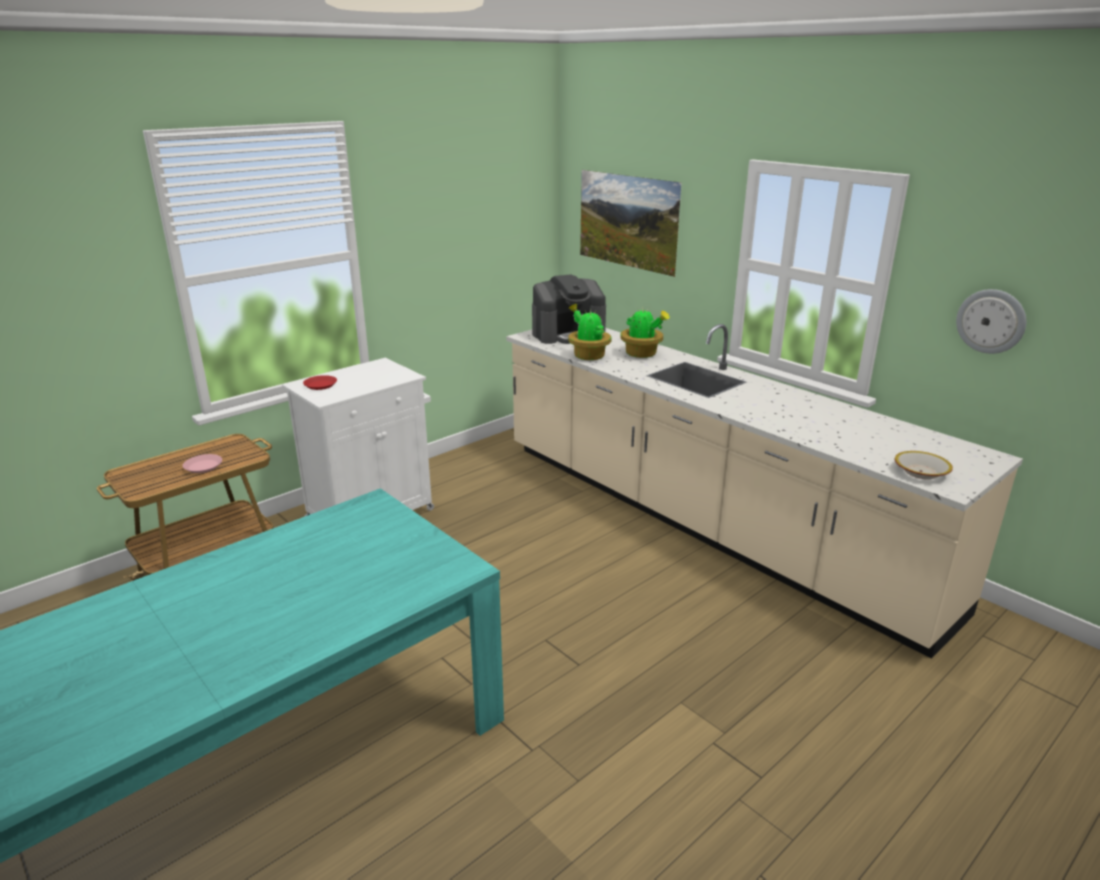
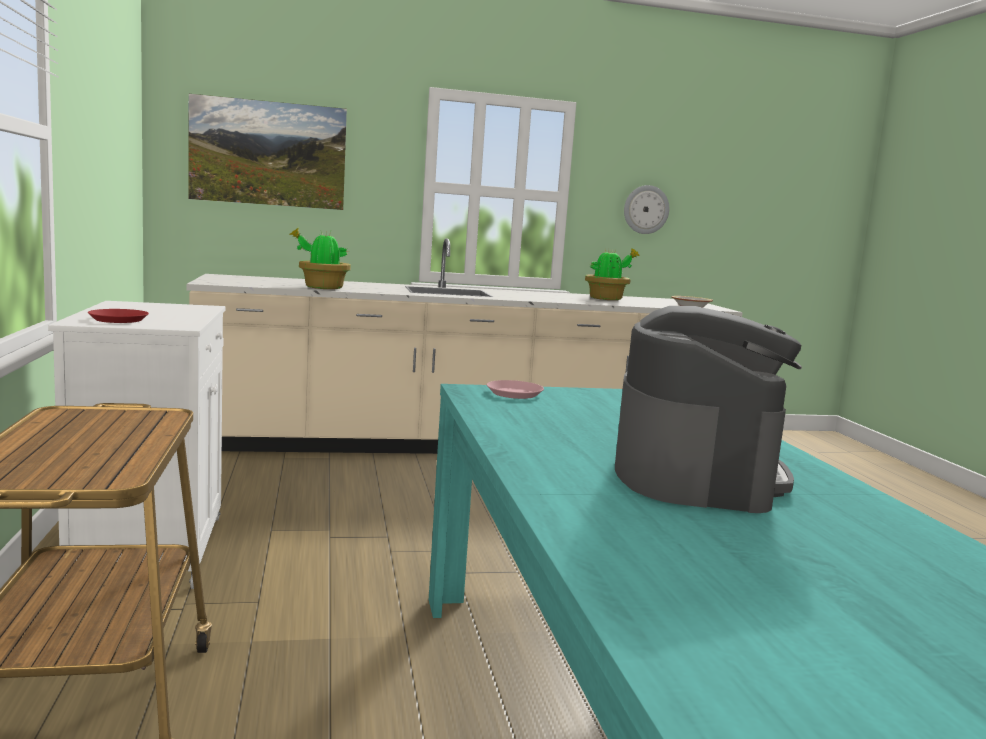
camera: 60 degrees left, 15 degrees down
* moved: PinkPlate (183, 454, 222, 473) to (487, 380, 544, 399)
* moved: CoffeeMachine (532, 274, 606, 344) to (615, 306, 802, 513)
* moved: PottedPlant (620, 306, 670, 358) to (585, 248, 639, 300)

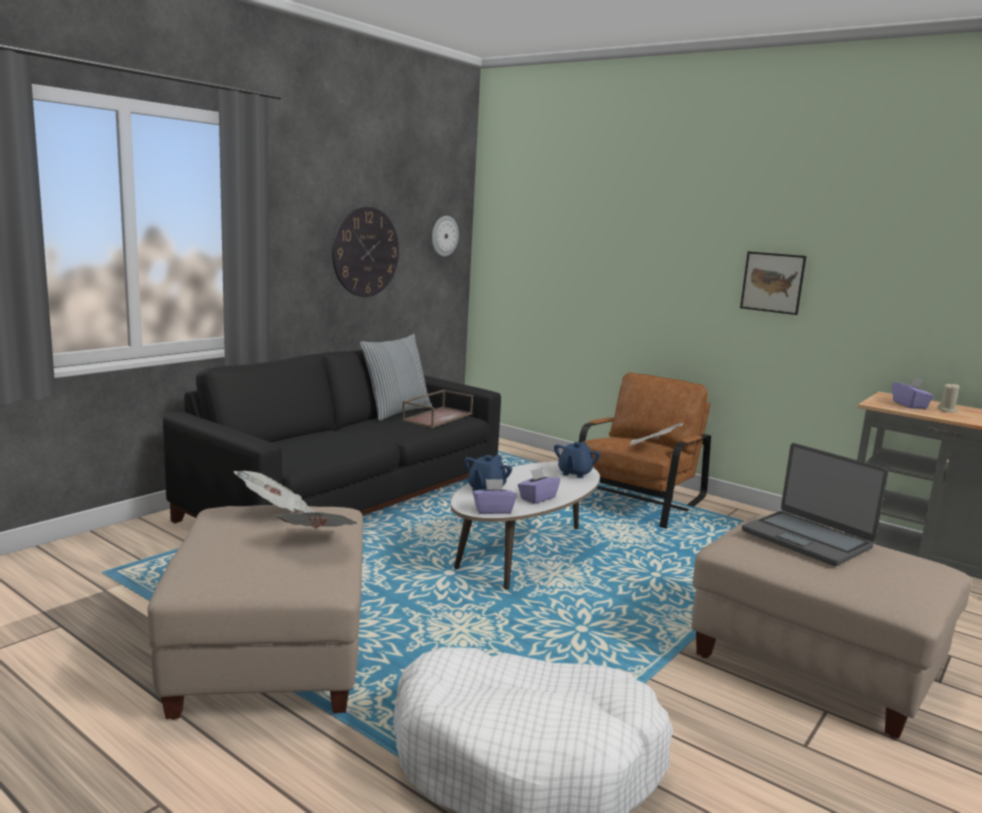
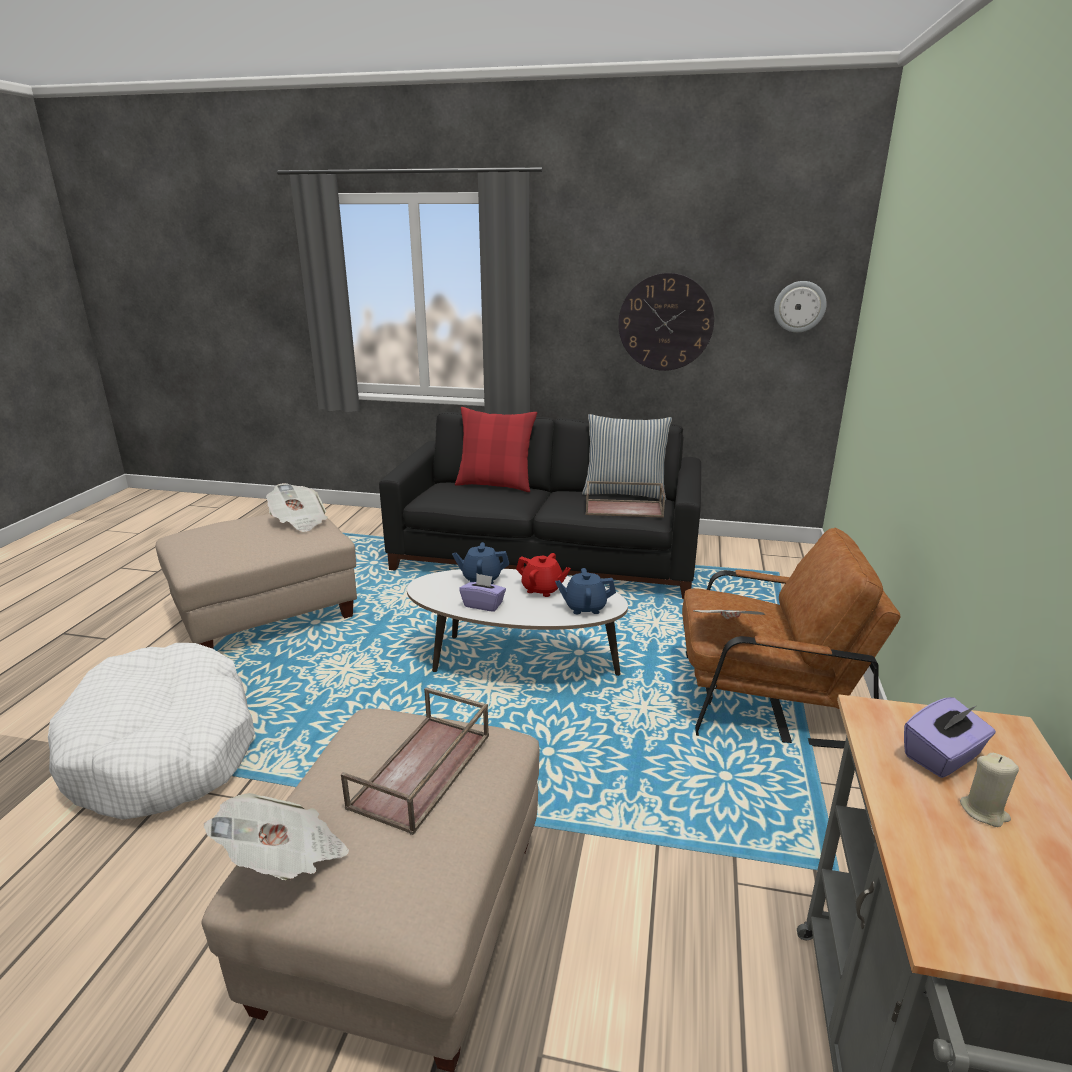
camera: 65 degrees right, 10 degrees up
* moved: Newspaper (275, 512, 357, 528) to (204, 793, 349, 880)
* removed: PurpleTissueBox (472, 479, 517, 514)
* removed: Picture (740, 251, 807, 315)
* replaced: Laptop (742, 443, 888, 566) to BrownTray (341, 687, 489, 835)
* added: RedPillow (455, 407, 537, 492)
* added: RedTeapot (516, 553, 571, 597)

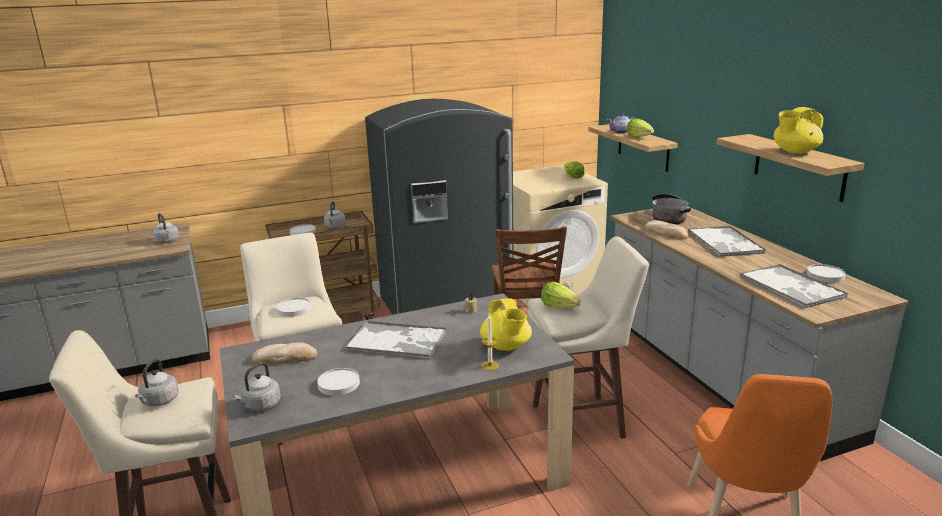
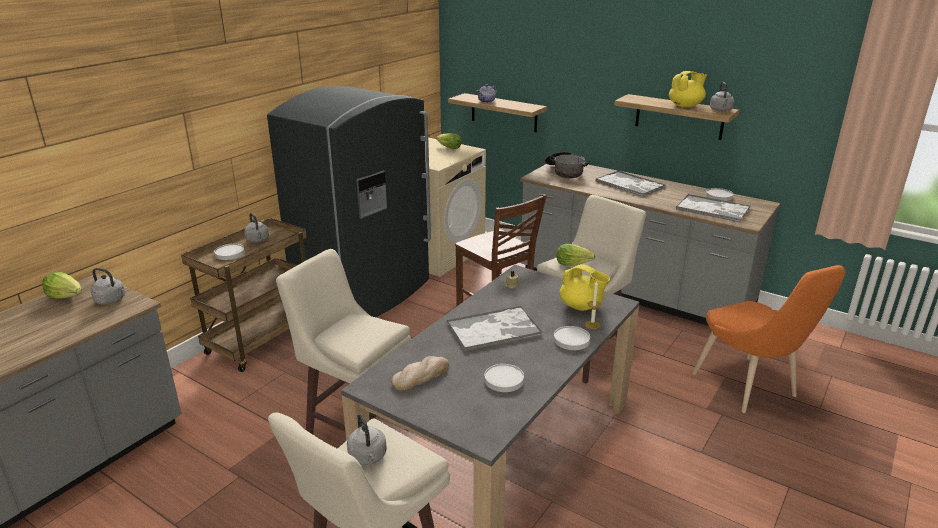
camera: 35 degrees left, 5 degrees up
* moved: GreyKettle (233, 362, 281, 411) to (710, 82, 734, 112)
* moved: WhitePlate (277, 298, 311, 317) to (554, 326, 590, 350)
* moved: Lettuce (626, 118, 654, 137) to (42, 272, 82, 299)
* removed: Bread (644, 220, 689, 240)
* turned: YellowTeapot (774, 107, 824, 154) = (669, 71, 707, 107) 150 degrees counterclockwise

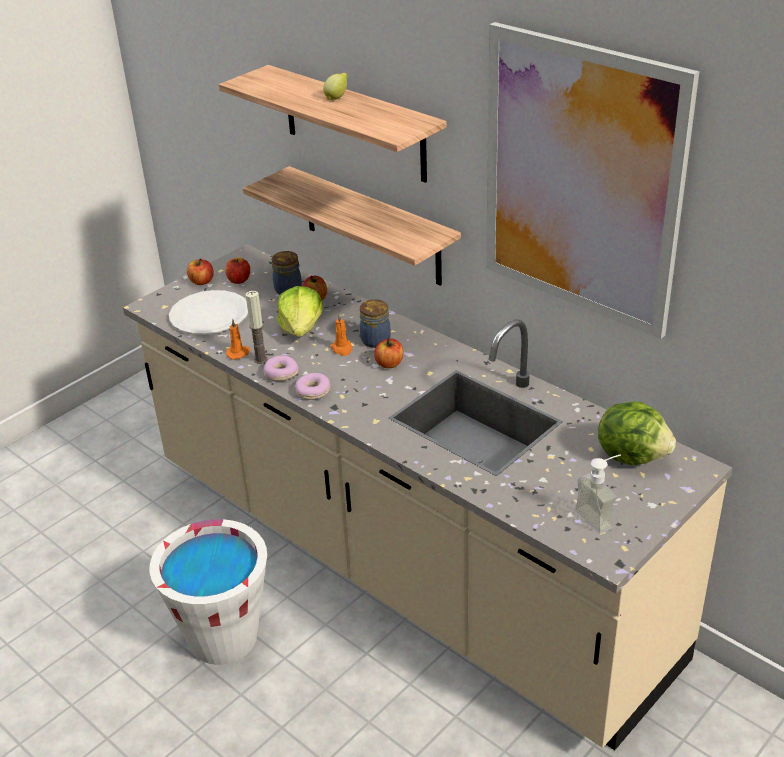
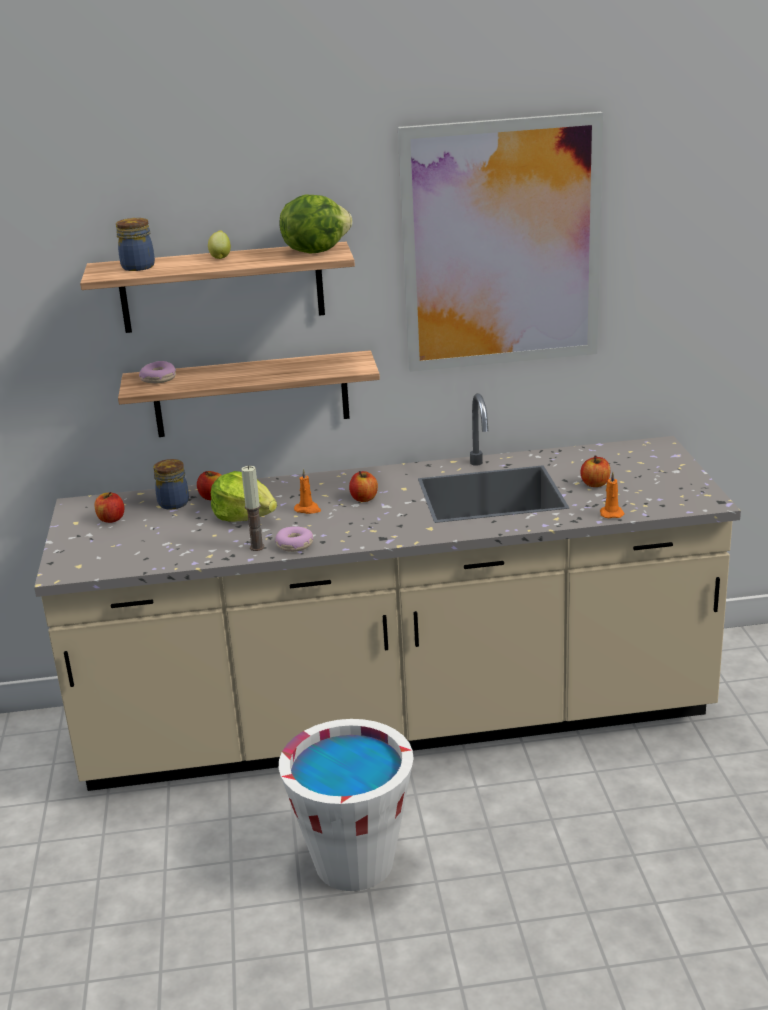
camera: 50 degrees left, 10 degrees down
* removed: WhitePlate (169, 290, 248, 334)
* moved: Apple (187, 258, 214, 285) to (581, 456, 610, 487)
* moved: OrangeCandle (226, 319, 250, 360) to (600, 472, 624, 518)
* moved: Donut (295, 373, 330, 400) to (139, 361, 176, 383)
* moved: Jar (360, 299, 391, 348) to (116, 218, 155, 271)
* removed: SoapDispenser (575, 454, 621, 534)
* moved: Lettuce (598, 401, 676, 465) to (280, 195, 352, 254)

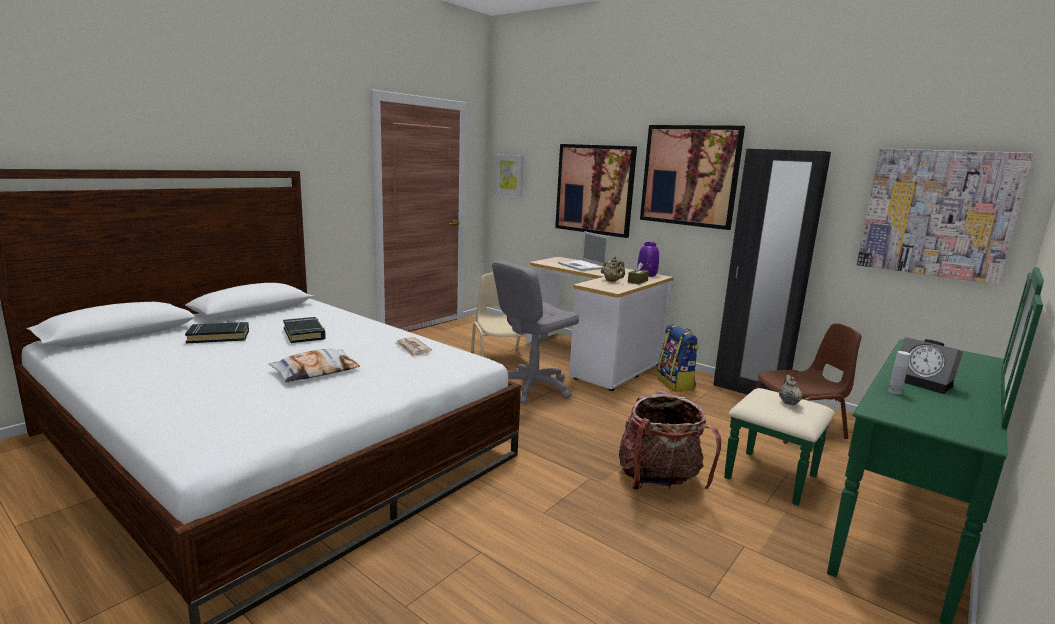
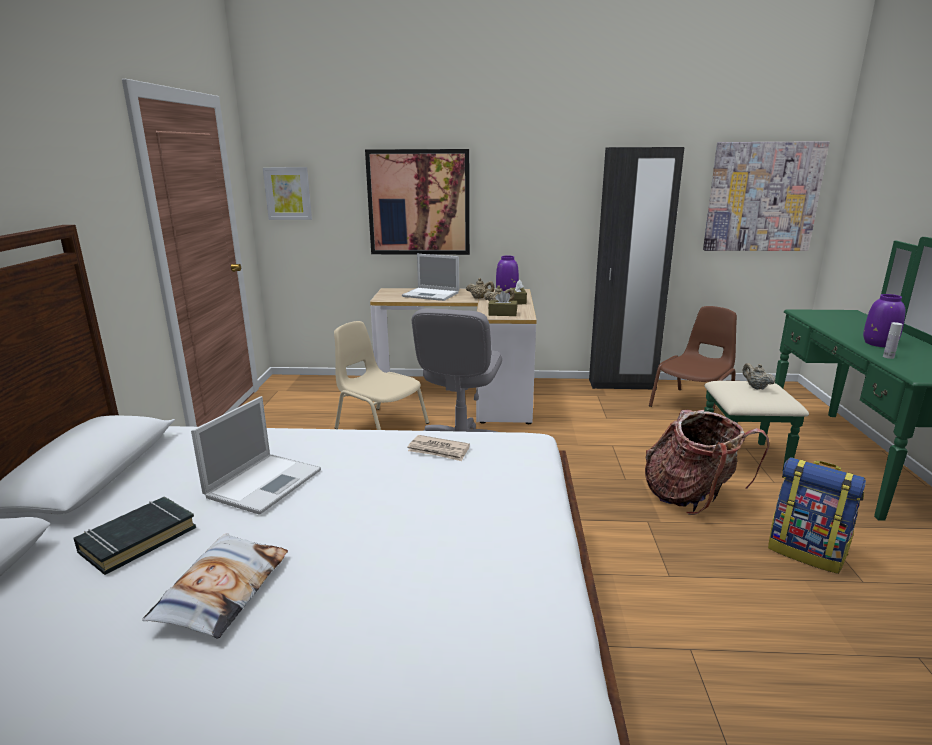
camera: 35 degrees left, 5 degrees up
* moved: Pillow (268, 348, 360, 383) to (142, 533, 288, 639)
* replaced: BlackBook (283, 317, 326, 343) to Laptop (191, 396, 321, 515)
* removed: Picture (640, 125, 745, 230)
* moved: Backpack (657, 324, 699, 392) to (768, 457, 866, 574)
* replaced: AlarmClock (901, 337, 963, 394) to PurpleVase (863, 294, 905, 347)
* added: BrownTissueBox (488, 291, 517, 316)

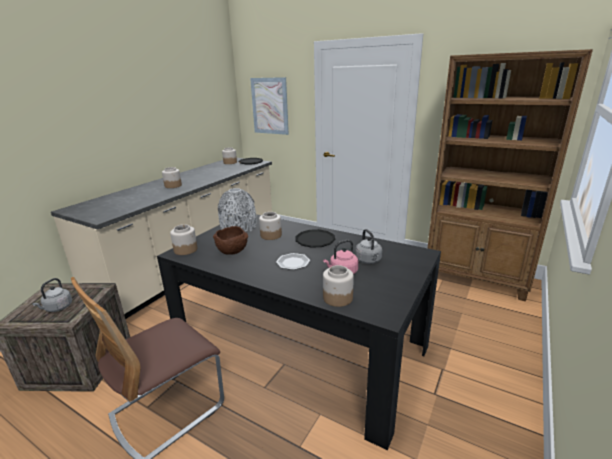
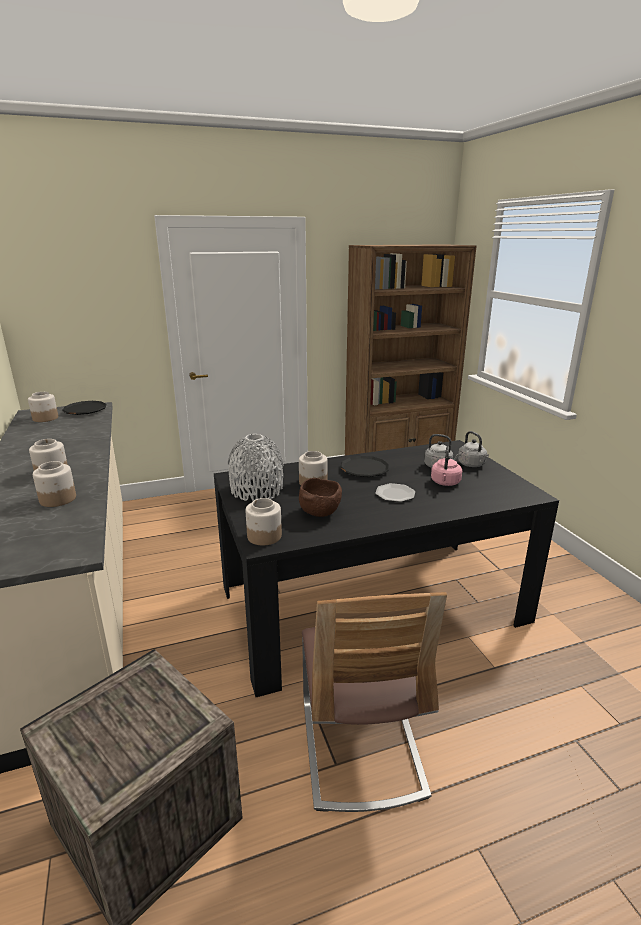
camera: 50 degrees left, 0 degrees up
* moved: GreyKettle (32, 278, 72, 312) to (458, 431, 489, 467)
* removed: Picture (250, 77, 289, 135)
* moved: Jar (323, 265, 354, 307) to (33, 461, 76, 507)

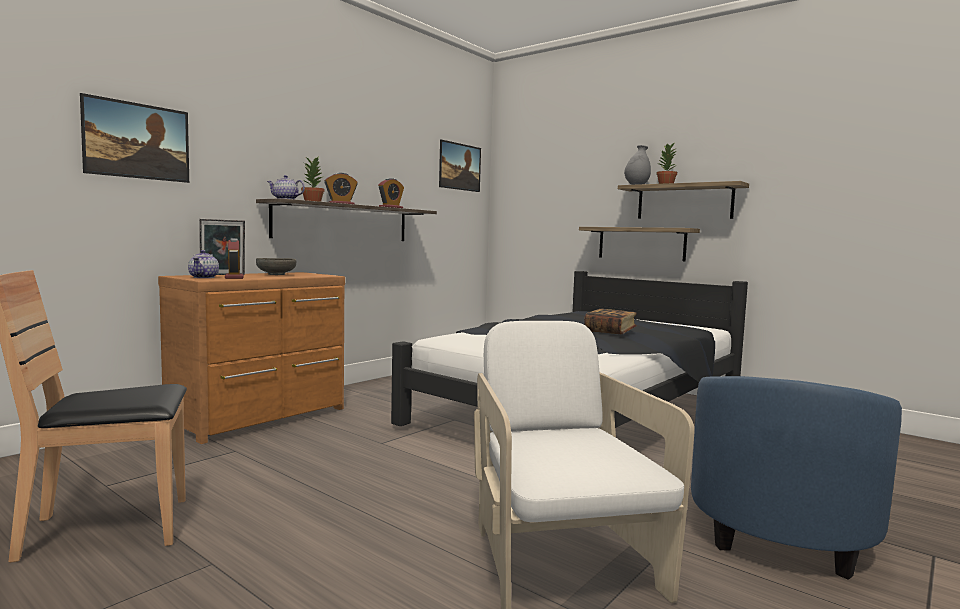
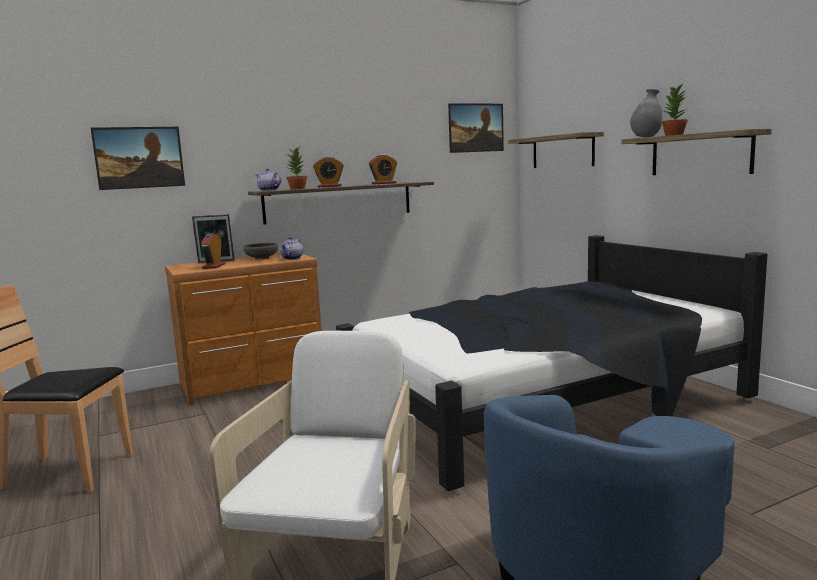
camera: 25 degrees right, 5 degrees up
* moved: Teapot (188, 250, 219, 278) to (280, 237, 303, 260)
* moved: Shelf (579, 227, 700, 261) to (508, 132, 604, 168)
* removed: Book (584, 309, 637, 334)

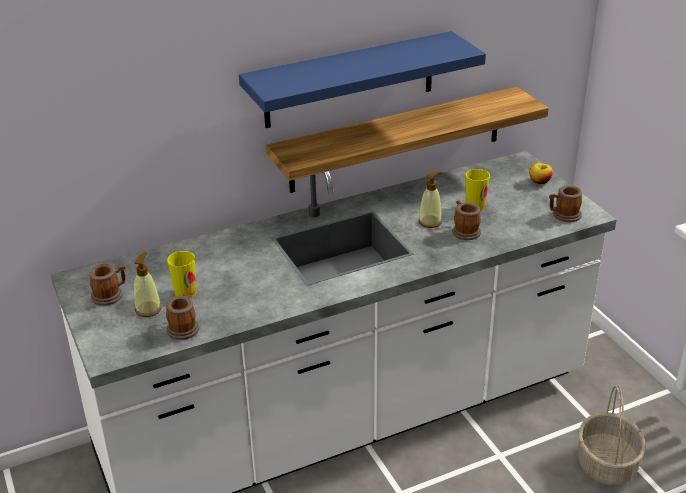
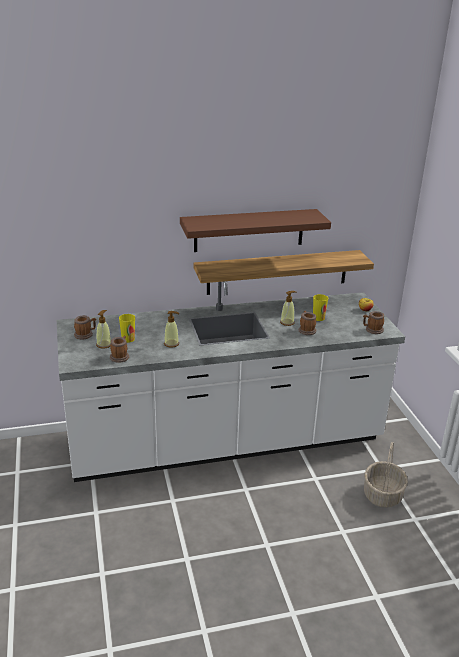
camera: 10 degrees right, 5 degrees down
* recoloured: BlueShelf (239, 31, 486, 128) to BrownShelf (180, 209, 331, 252)
* added: SoapDispenser (164, 311, 179, 348)

